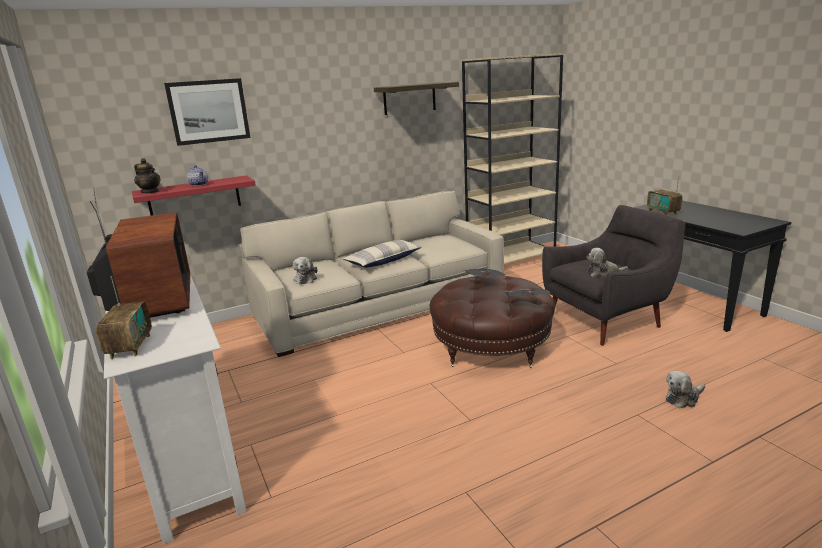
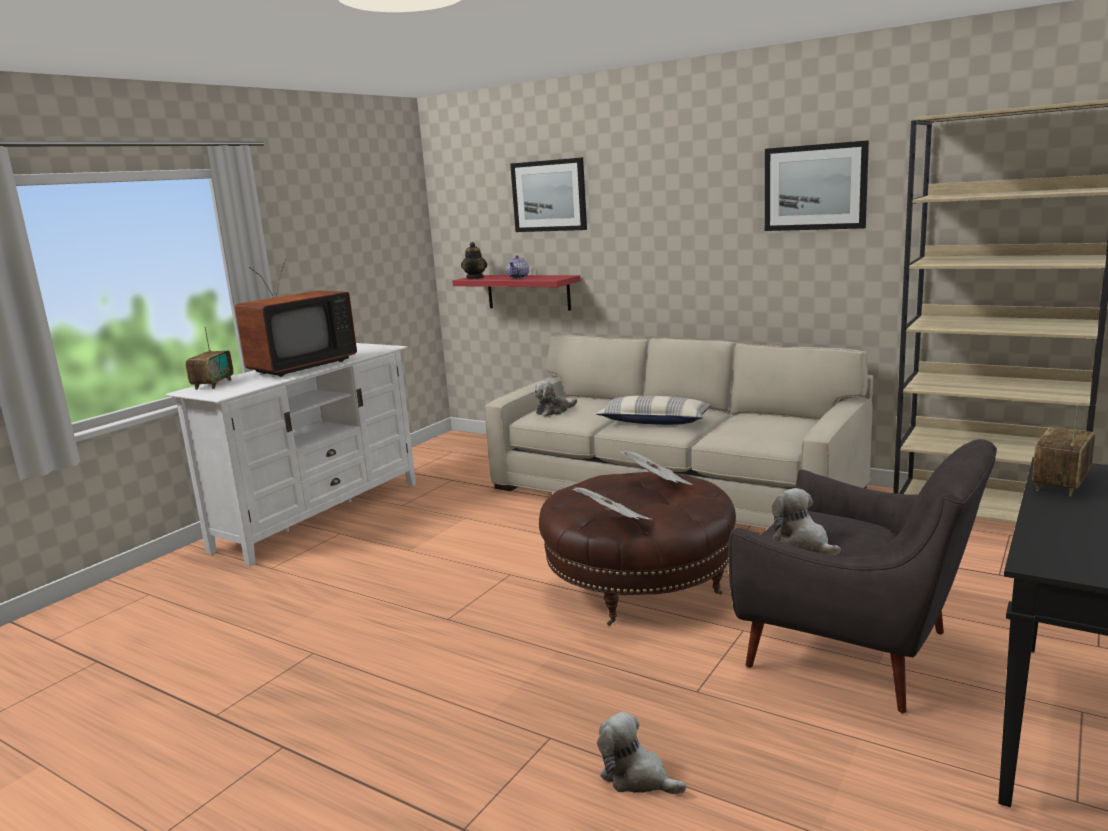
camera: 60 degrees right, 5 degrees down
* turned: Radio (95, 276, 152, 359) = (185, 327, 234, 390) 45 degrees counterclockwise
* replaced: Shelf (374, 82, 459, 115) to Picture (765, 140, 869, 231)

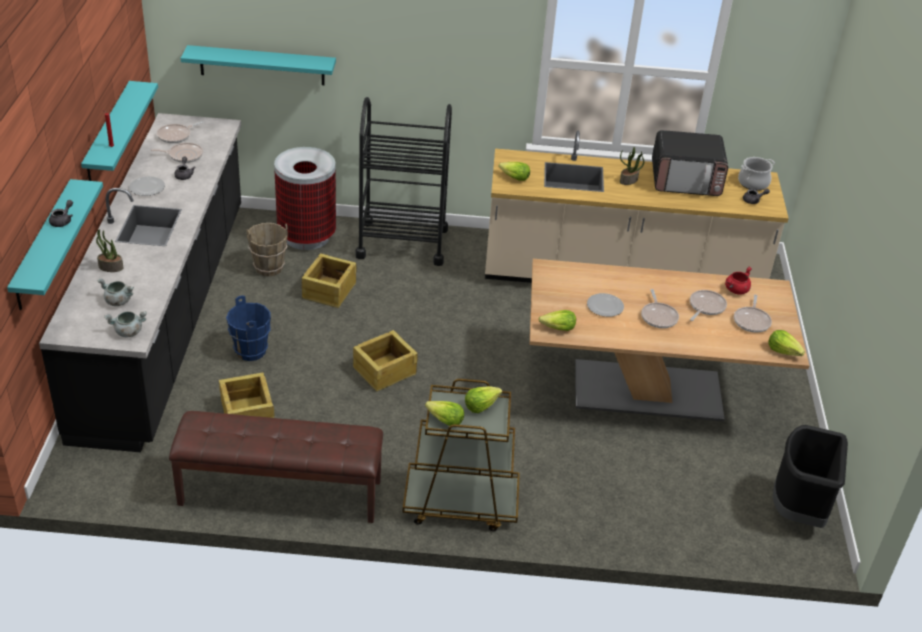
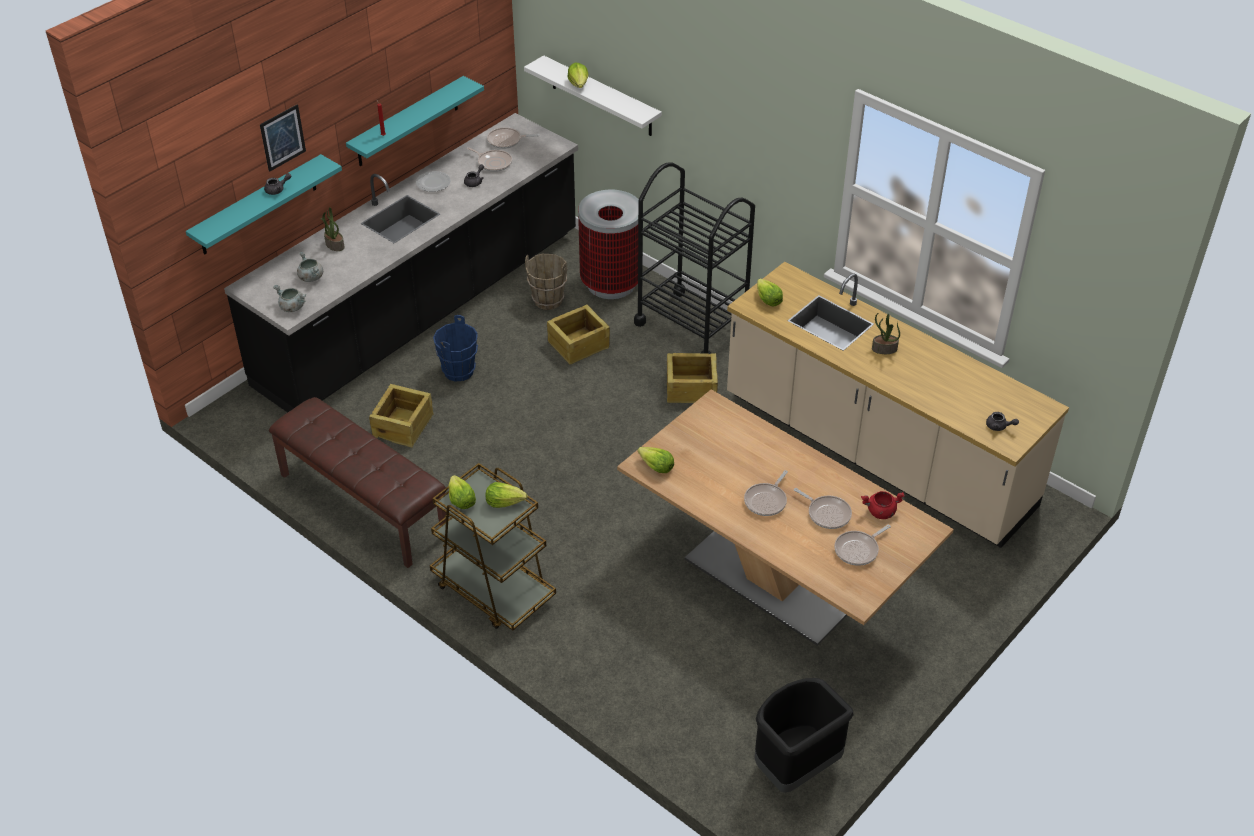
camera: 40 degrees right, 5 degrees up
* recoloured: TurquoiseShelf (181, 45, 336, 85) to WhiteShelf (524, 55, 662, 136)
* moved: Crate (353, 330, 418, 391) to (667, 353, 718, 403)
* removed: Plate (587, 293, 624, 317)
* removed: Microwave (652, 130, 728, 196)
* turned: FryingPan (690, 290, 727, 321) = (794, 488, 852, 529) 60 degrees clockwise
* removed: CookingPot (738, 157, 775, 191)
* moved: Lettuce (768, 330, 805, 356) to (568, 62, 588, 88)
* added: Picture (260, 105, 306, 172)

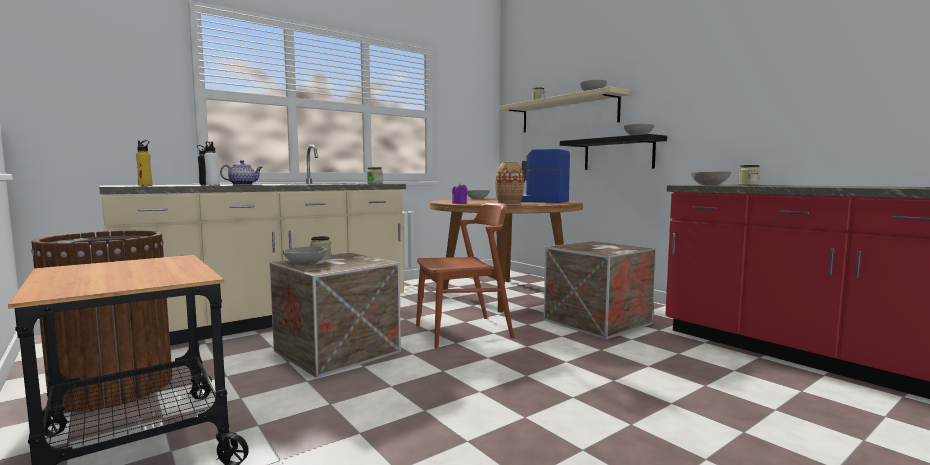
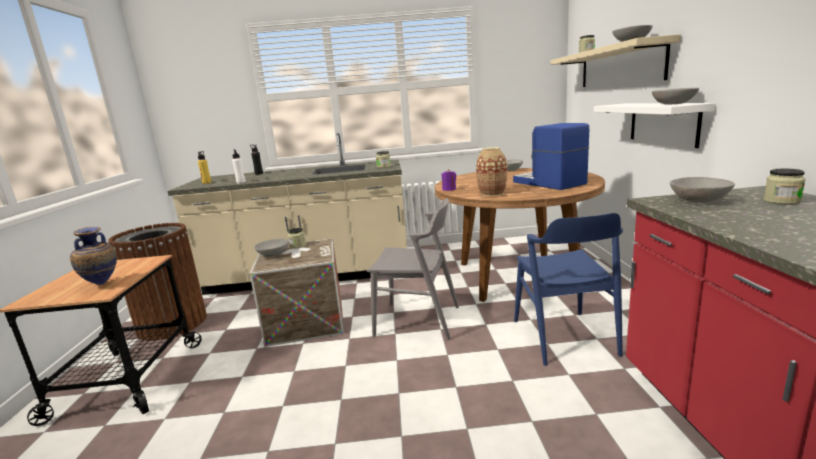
camera: 35 degrees right, 10 degrees up
* removed: Teapot (220, 160, 263, 185)
* recoloured: BrownChair (416, 202, 514, 348) to GreyChair (367, 198, 459, 340)
* replaced: Crate (544, 241, 656, 340) to BlueChair (514, 213, 623, 366)
* recoloured: BlackShelf (560, 134, 667, 170) to WhiteShelf (594, 103, 716, 148)
* added: Vase (70, 227, 117, 285)

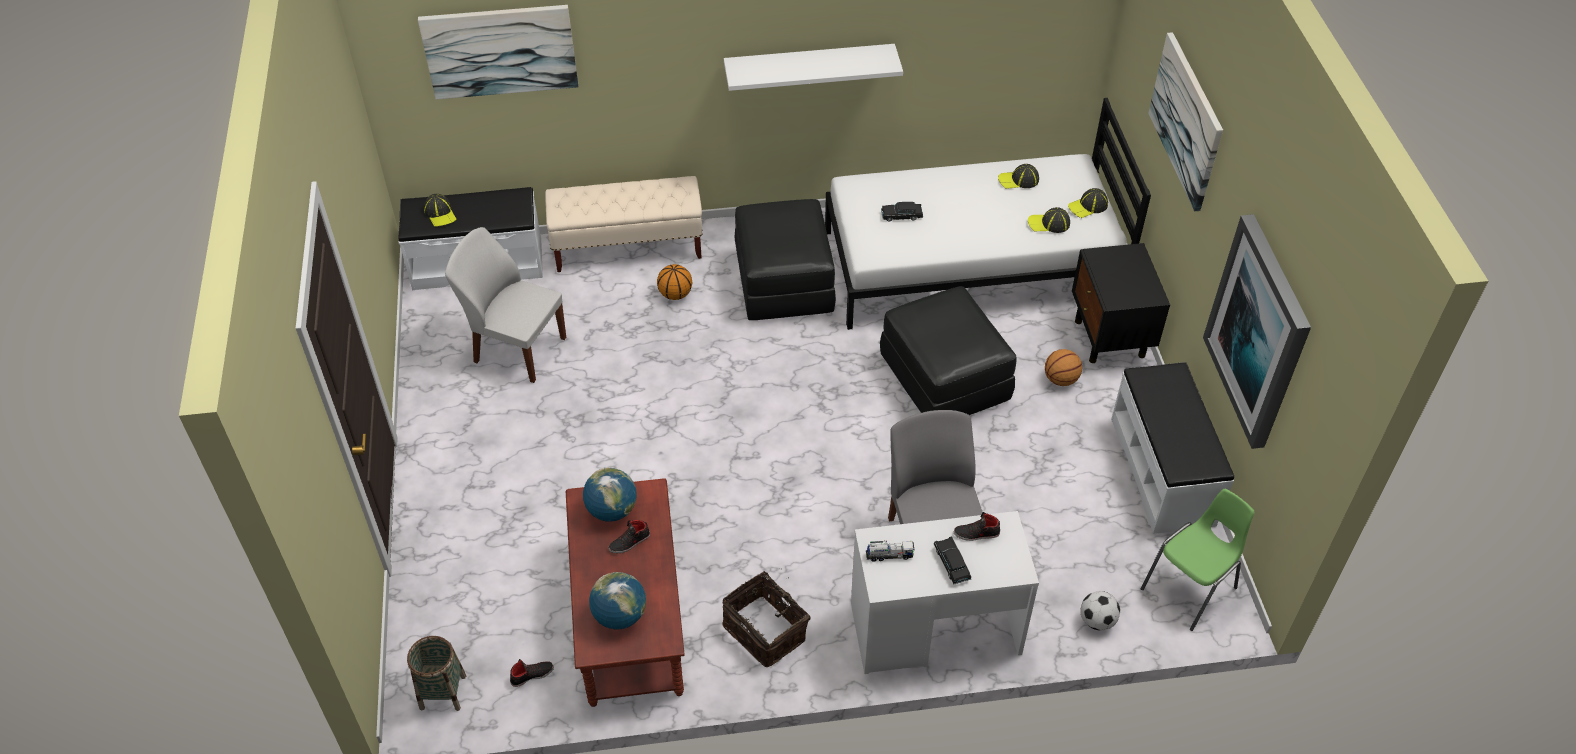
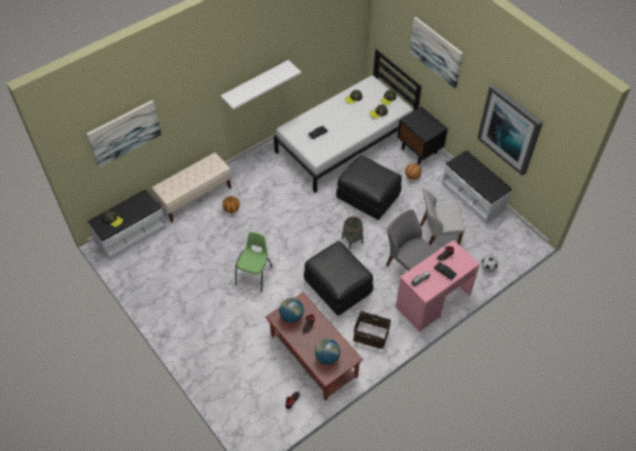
camera: 30 degrees left, 5 degrees up
* moved: Basket (407, 636, 466, 711) to (342, 216, 363, 249)
* moved: WhiteChair (445, 227, 566, 383) to (420, 188, 465, 245)
* moved: BlackOttoman (734, 199, 836, 320) to (304, 241, 373, 316)
* recoloured: WhiteDesk (851, 511, 1039, 674) to PinkDesk (396, 240, 480, 332)
* moved: GreenChair (1141, 489, 1255, 631) to (235, 232, 273, 293)

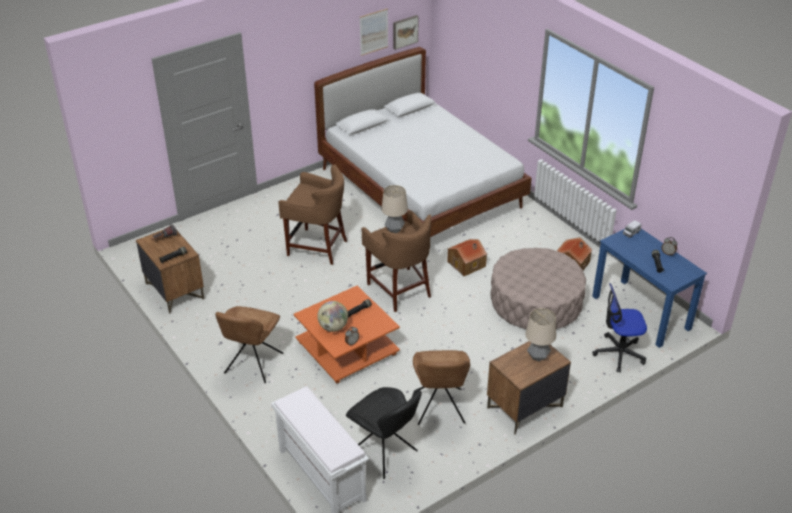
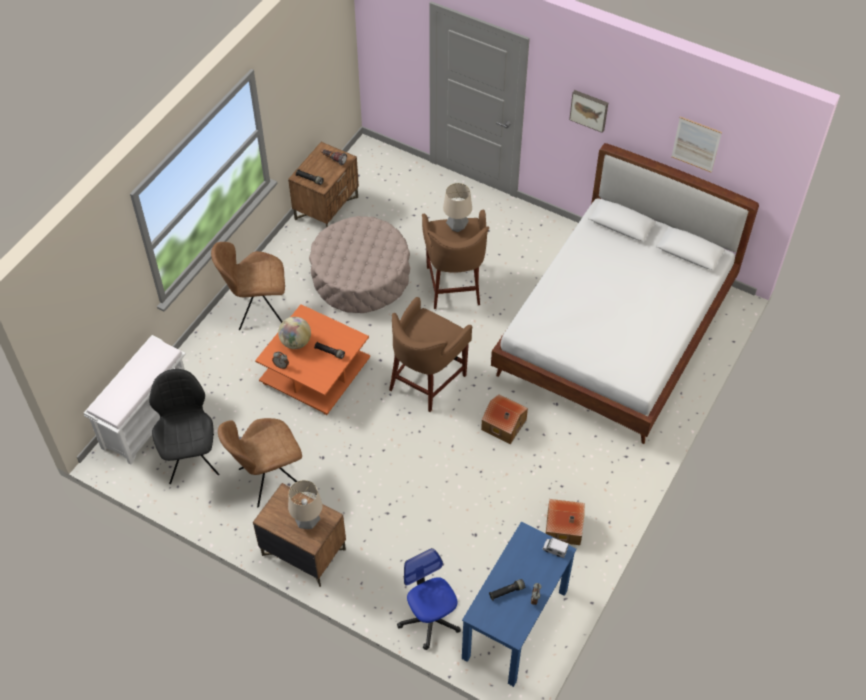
camera: 65 degrees right, 15 degrees up
* turned: BlackChair (346, 387, 422, 479) = (149, 369, 219, 484) 150 degrees clockwise
* moved: TableLamp (381, 185, 408, 233) to (443, 183, 472, 232)
* moved: Picture (393, 15, 419, 50) to (569, 90, 608, 133)
* moved: BeigeOttoman (490, 248, 586, 329) to (309, 216, 410, 313)

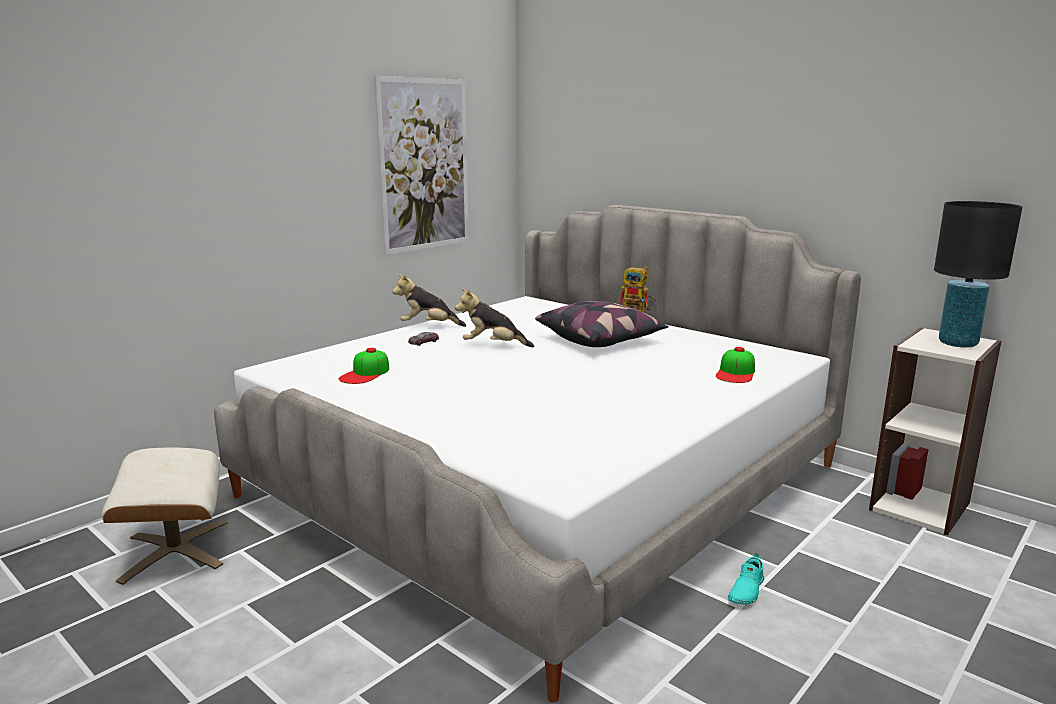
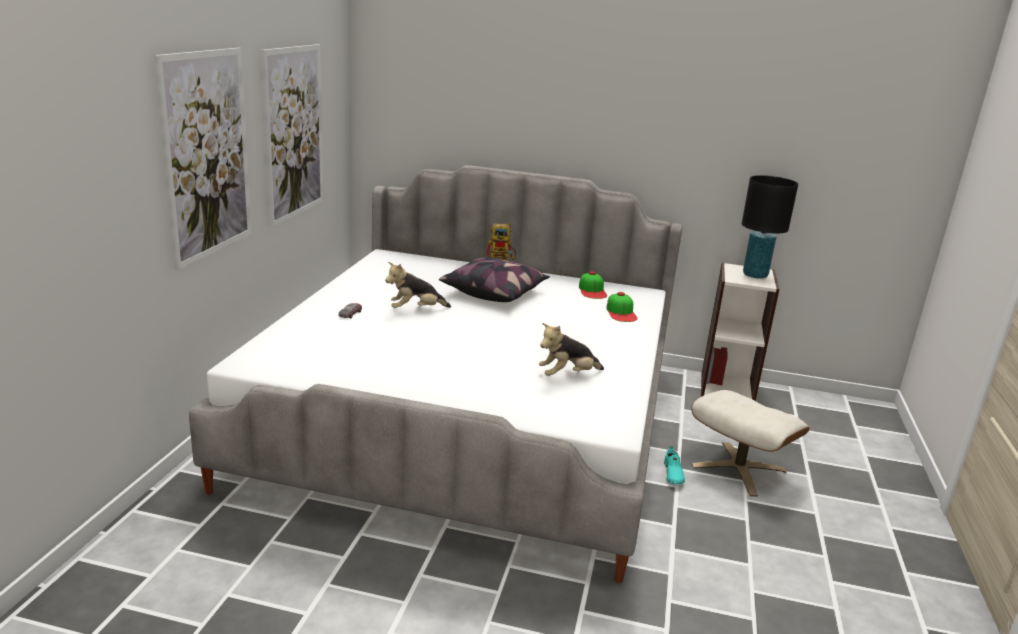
camera: 30 degrees left, 5 degrees up
* moved: BeigeOttoman (102, 447, 227, 585) to (691, 390, 810, 497)
* moved: Cap (339, 348, 389, 384) to (579, 271, 607, 299)
* moved: PlushToy (393, 274, 466, 327) to (539, 323, 604, 376)
* added: Picture (154, 48, 252, 270)

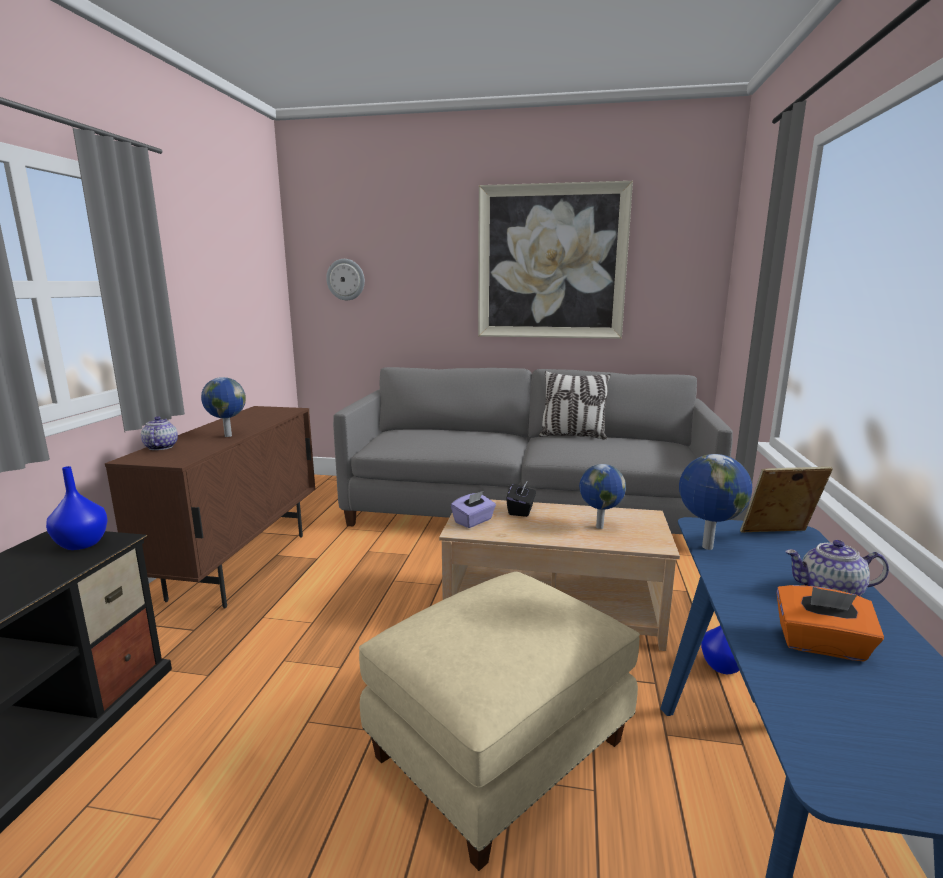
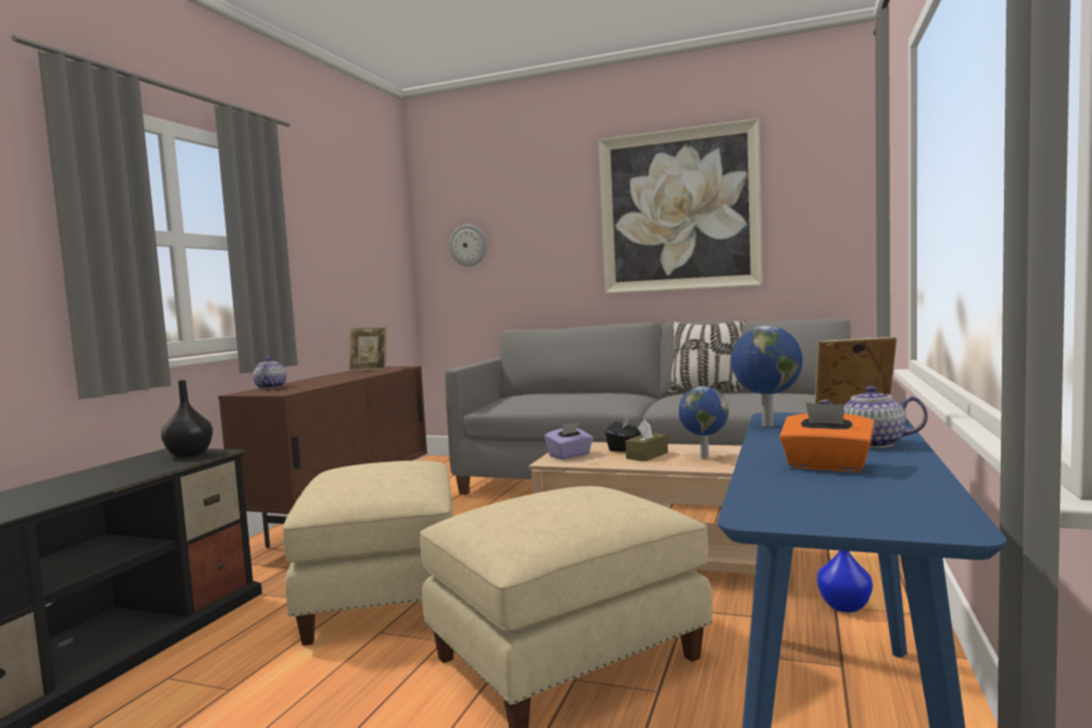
camera: 10 degrees right, 10 degrees down
* recoloured: BlueVase (46, 466, 108, 550) to BlackVase (161, 380, 213, 458)
* removed: Globe (201, 377, 246, 437)
* added: BeigeOttoman (283, 461, 453, 645)
* added: PictureFrame (348, 327, 387, 371)
* added: BrownTissueBox (625, 419, 668, 461)

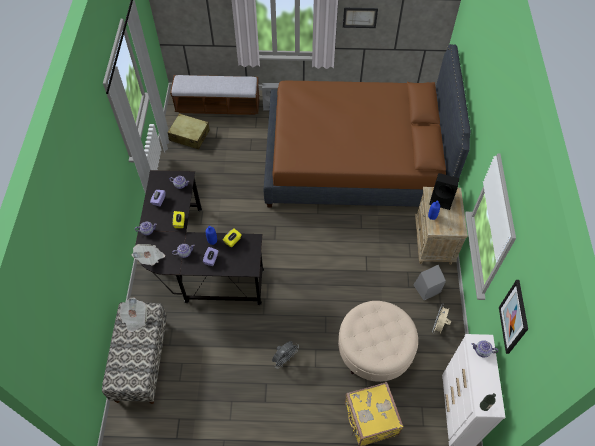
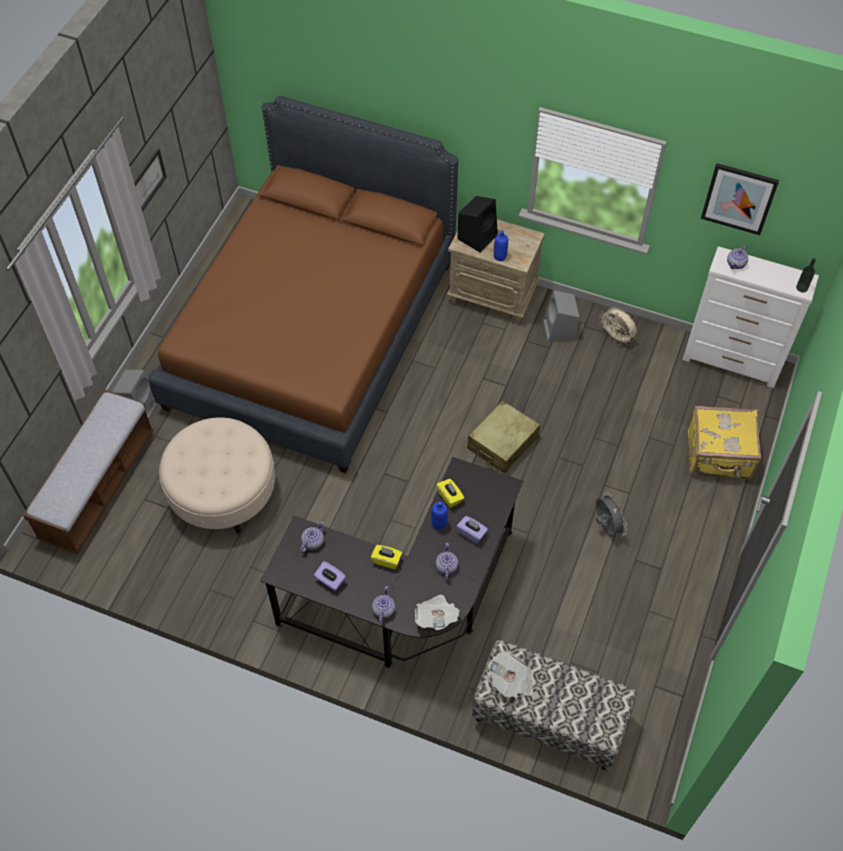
camera: 70 degrees left, 0 degrees up
* moved: BeigeSuitcase (167, 113, 210, 149) to (467, 400, 540, 473)
* moved: BeigeOttoman (338, 301, 418, 382) to (159, 417, 275, 534)

